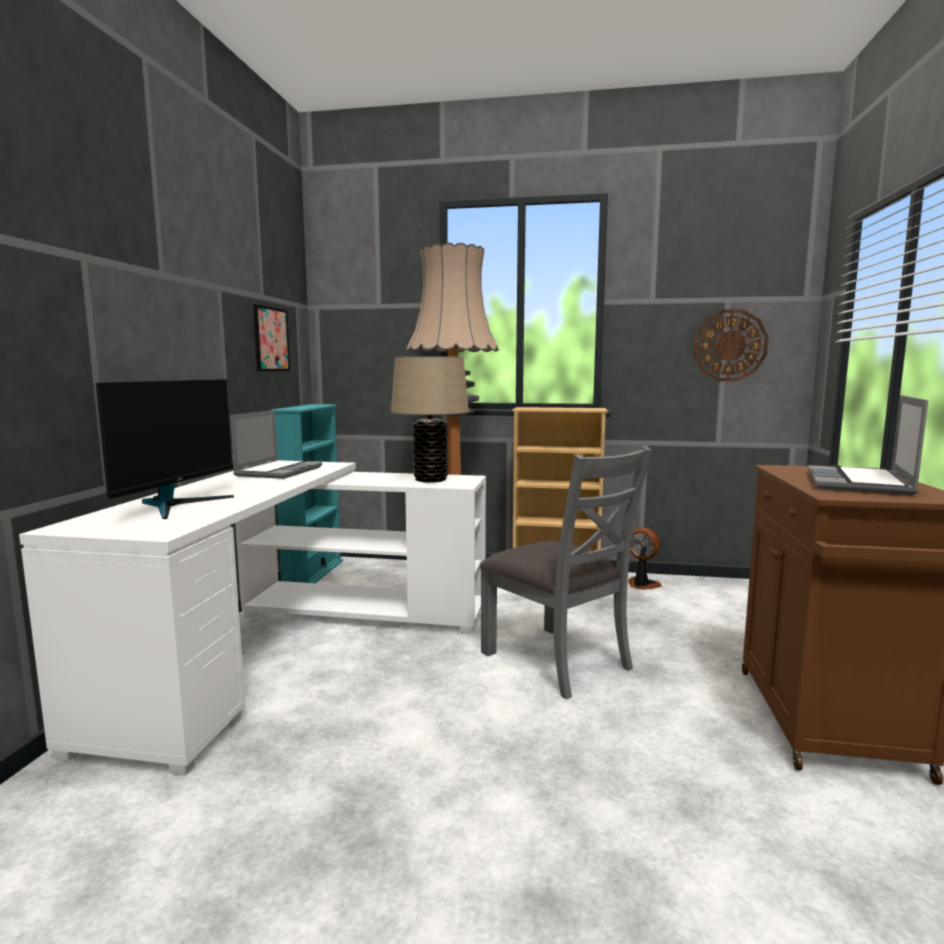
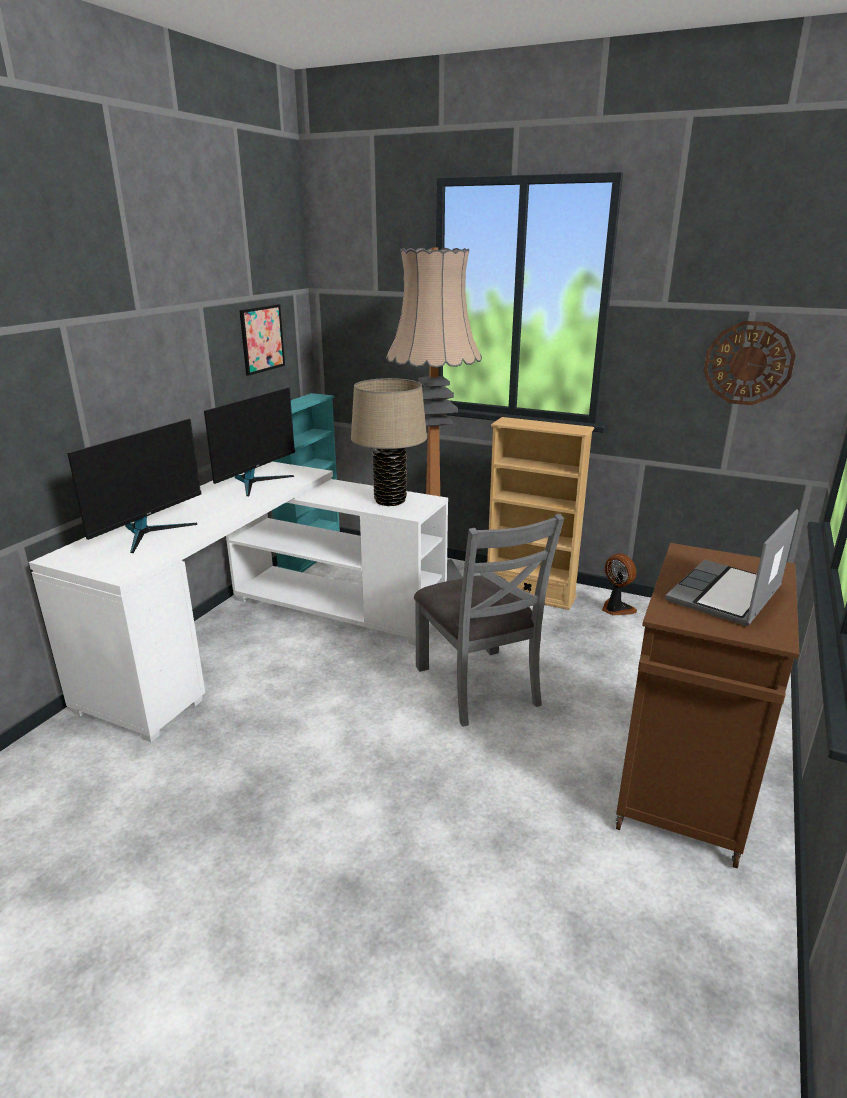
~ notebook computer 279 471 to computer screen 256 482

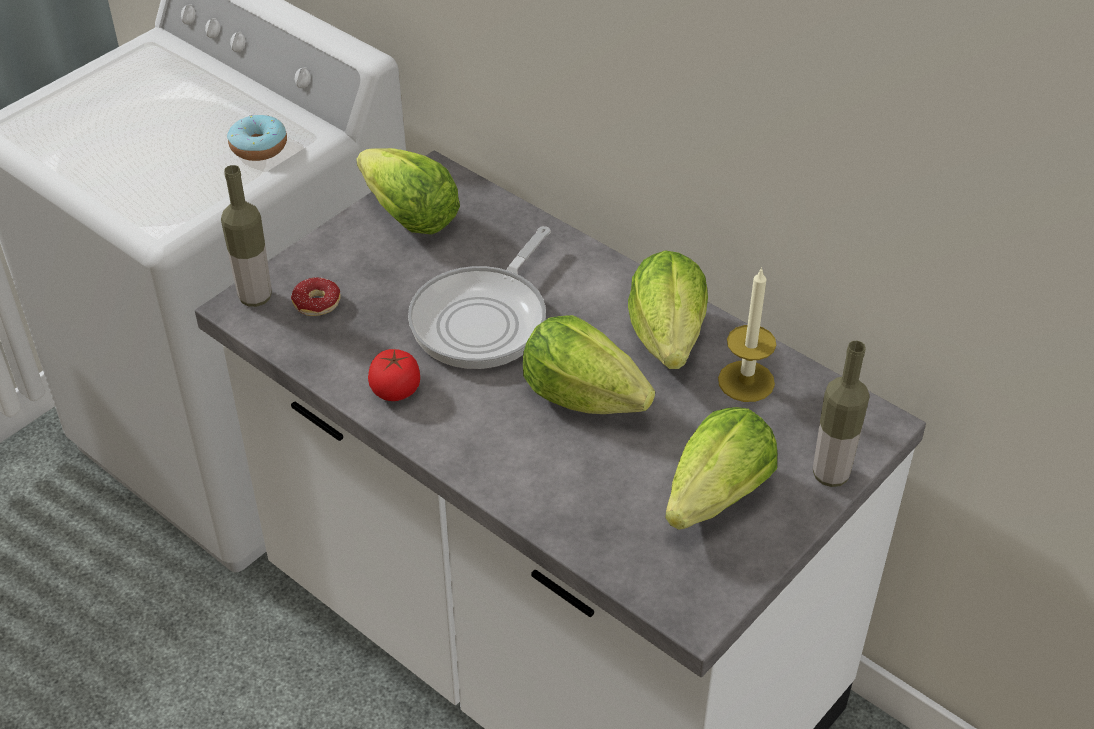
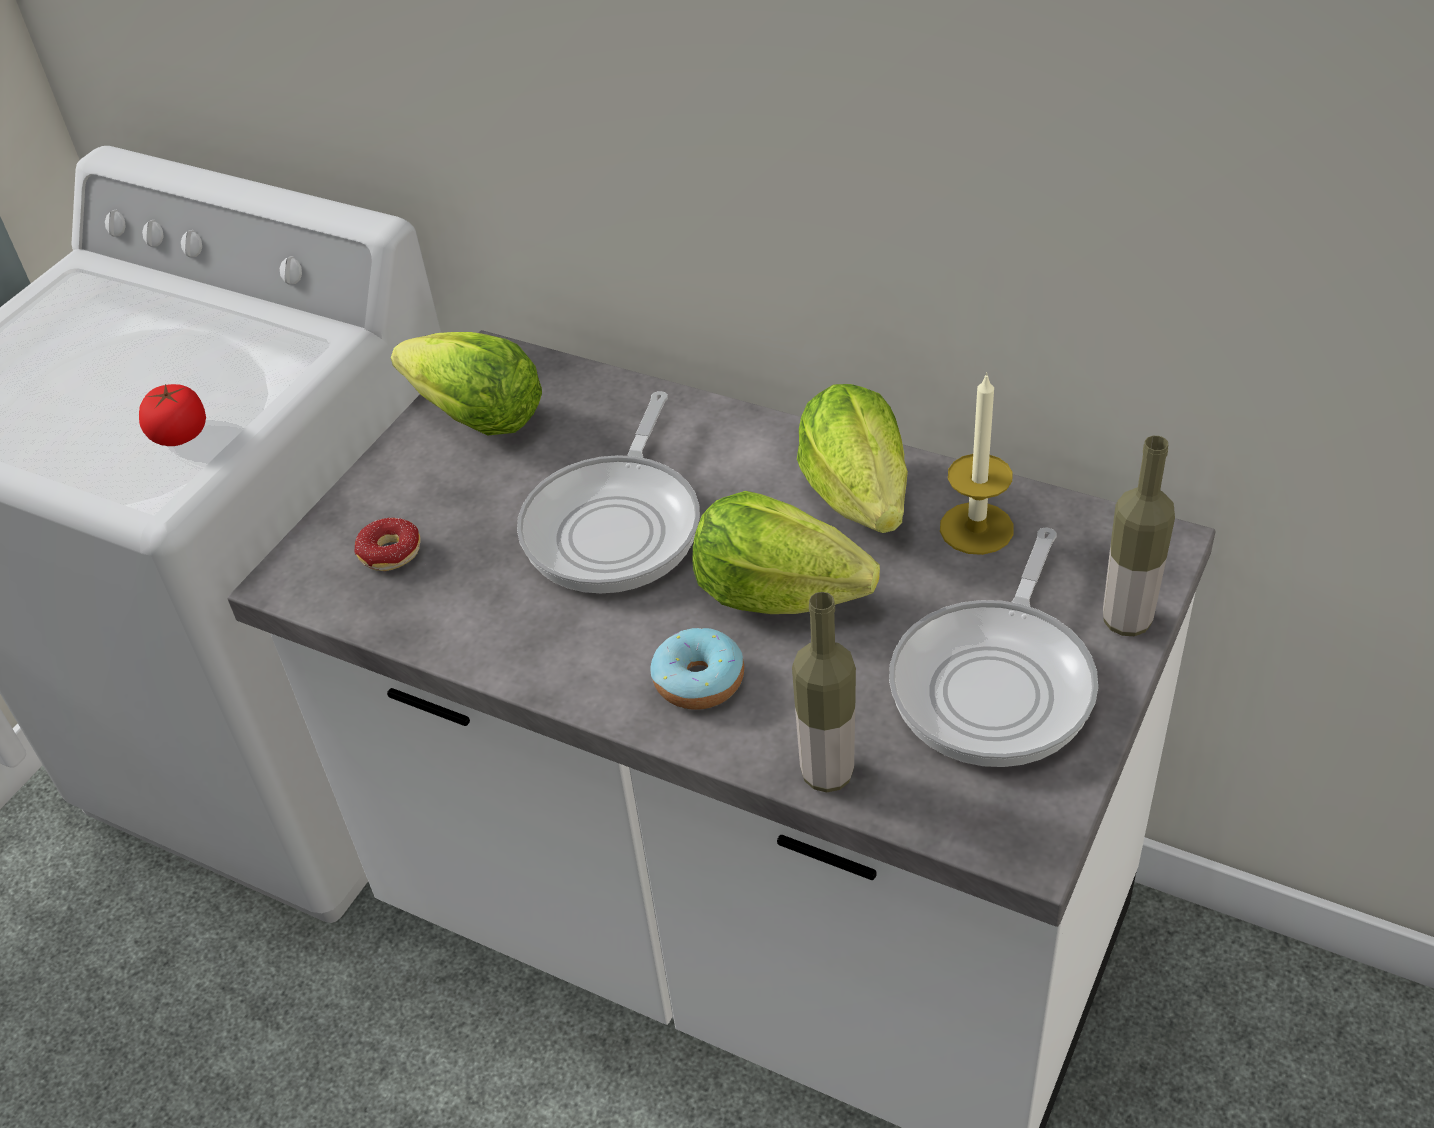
~ drink bottle 255 297 to 827 773
~ doughnut 258 147 to 699 681
~ fresh tomato 395 389 to 179 433
~ head of lettuce 717 496 to pan 997 682

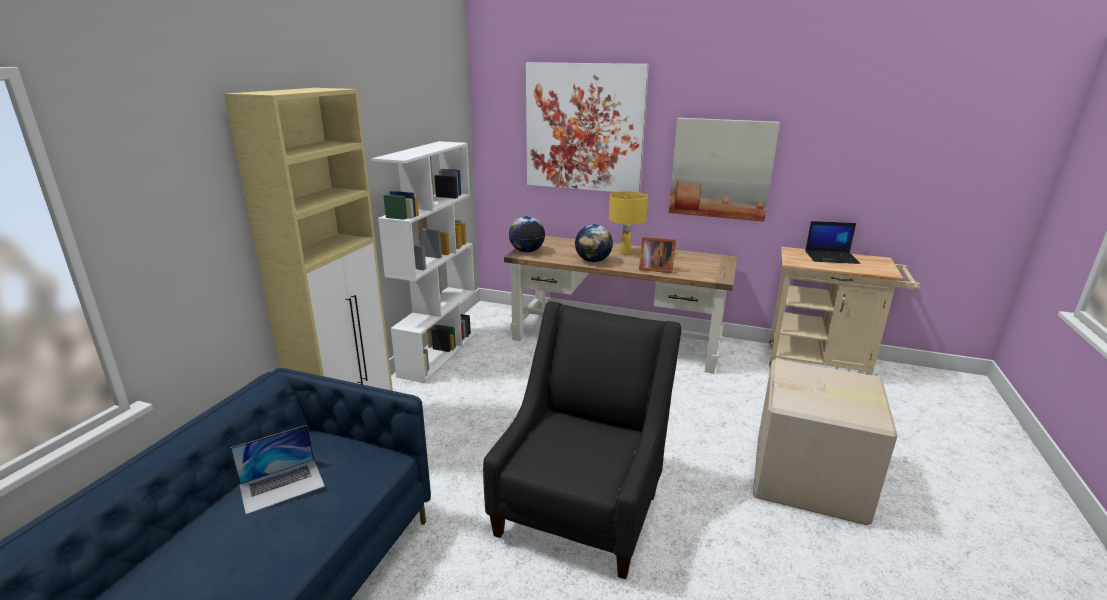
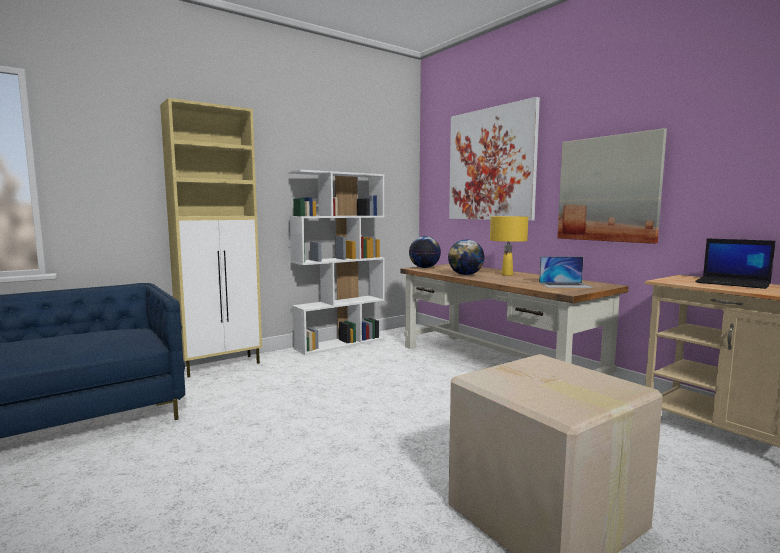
~ notebook computer 282 485 to 565 285
- black-coloured lounge chair 582 505
- picture frame 654 269

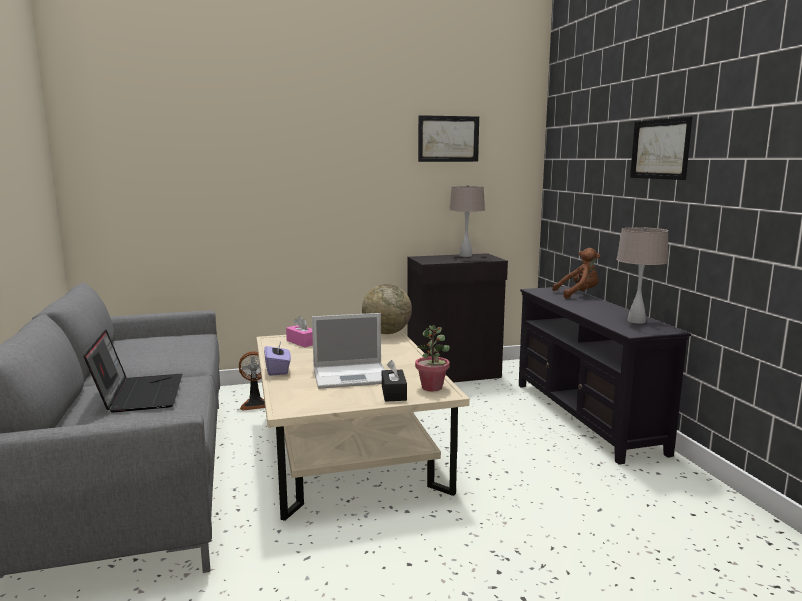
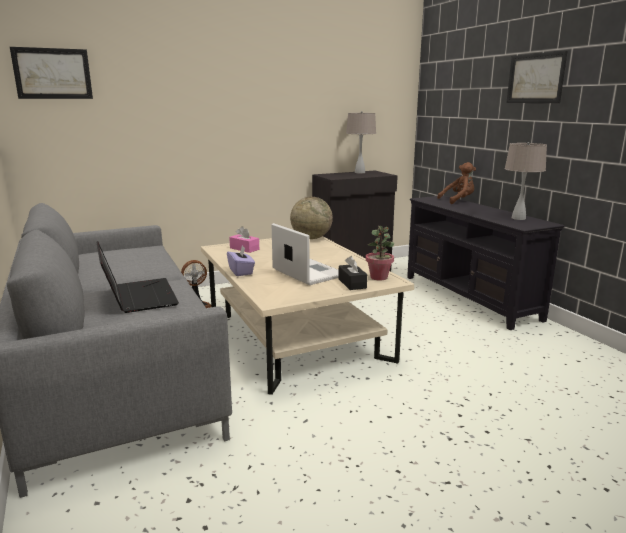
~ notebook computer 352 376 = 307 272 105 degrees counterclockwise
~ wall art 448 139 to 53 73

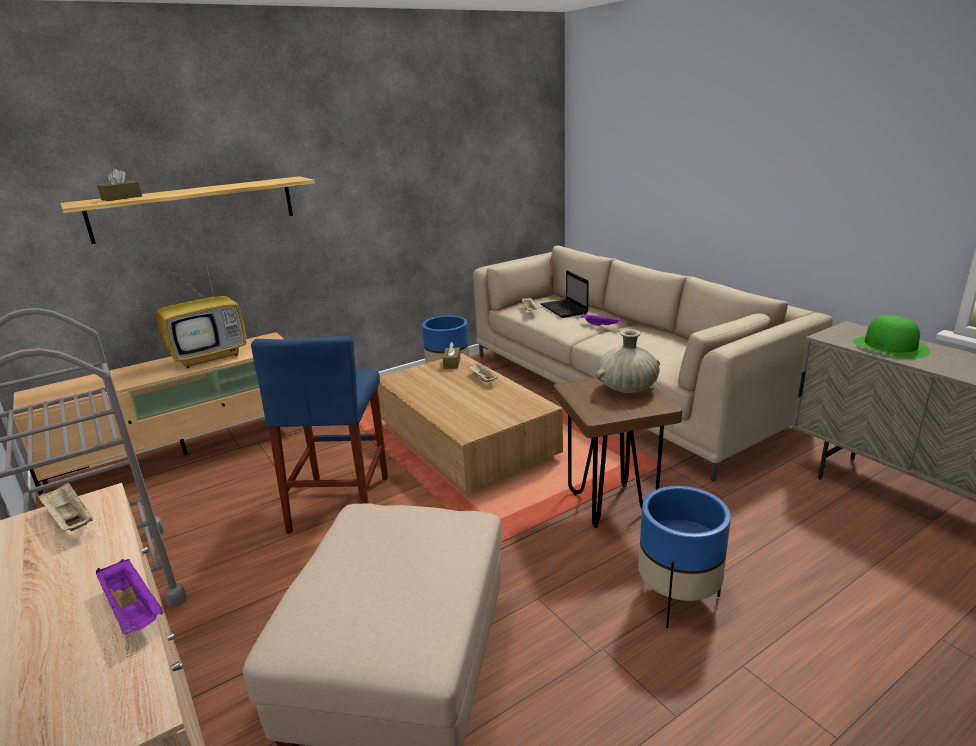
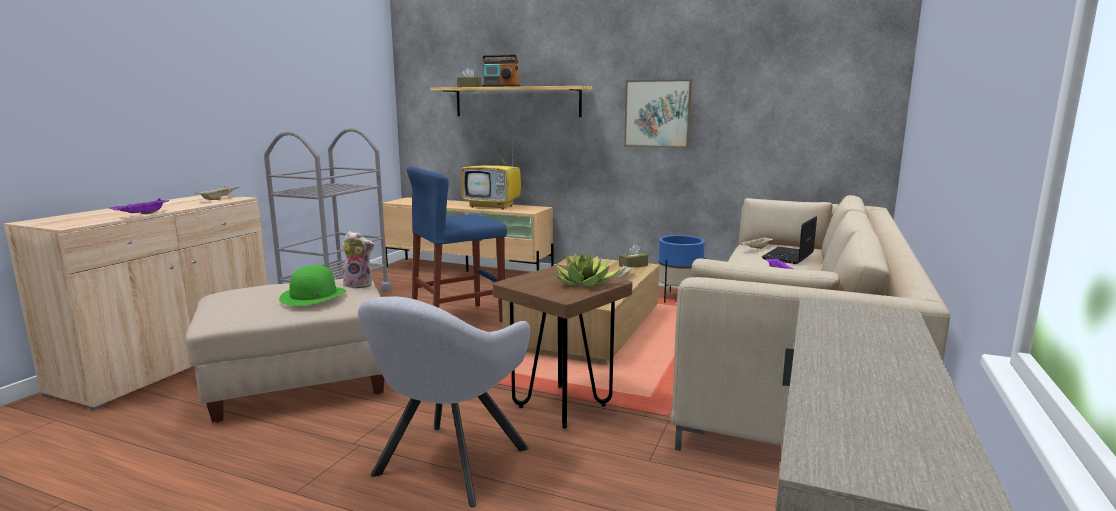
~ beige flower vase 627 388 to potted plant 585 283
~ bluish flower pot 677 598 to greyish lounge chair 446 466
~ greenish hat 890 346 to 313 296
+ plush toy 359 285
+ radio receiver 501 86
+ wall art 657 113

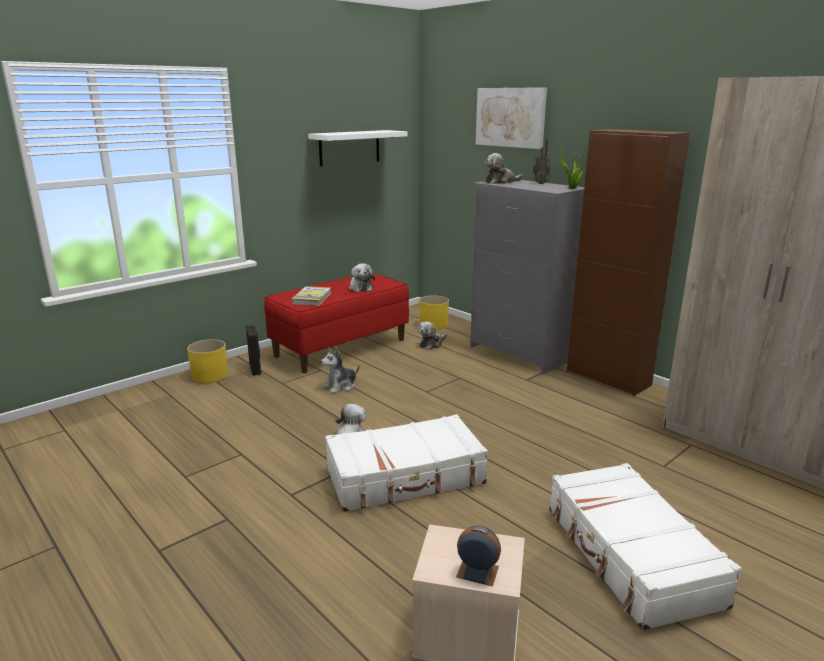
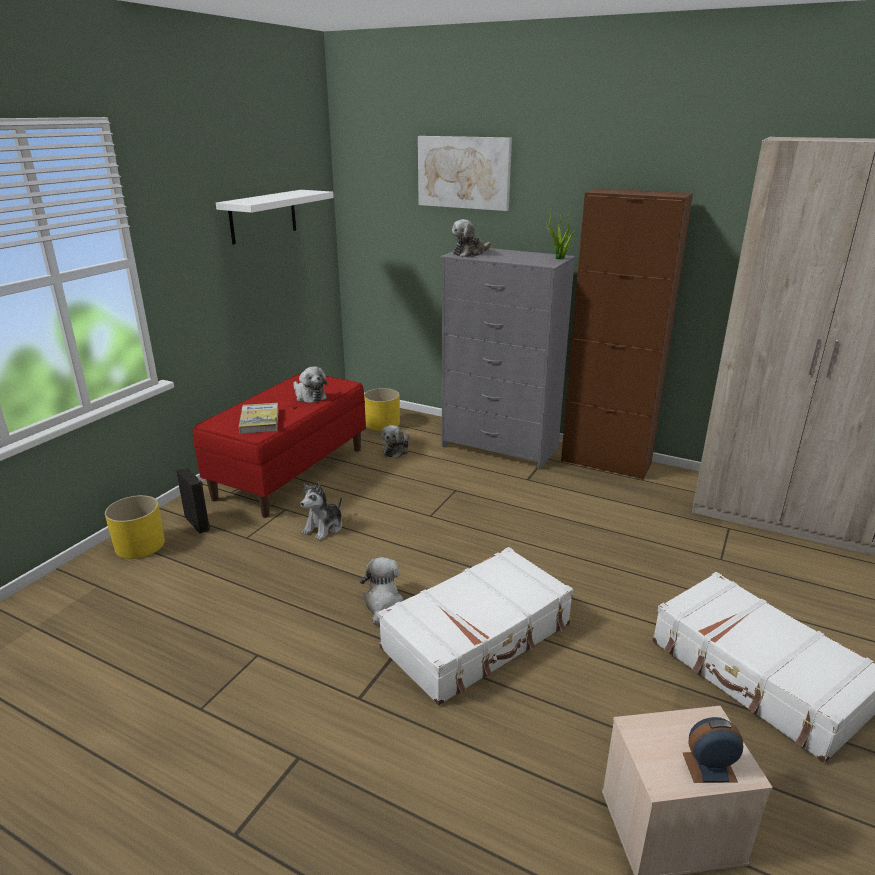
- radio receiver 541 183

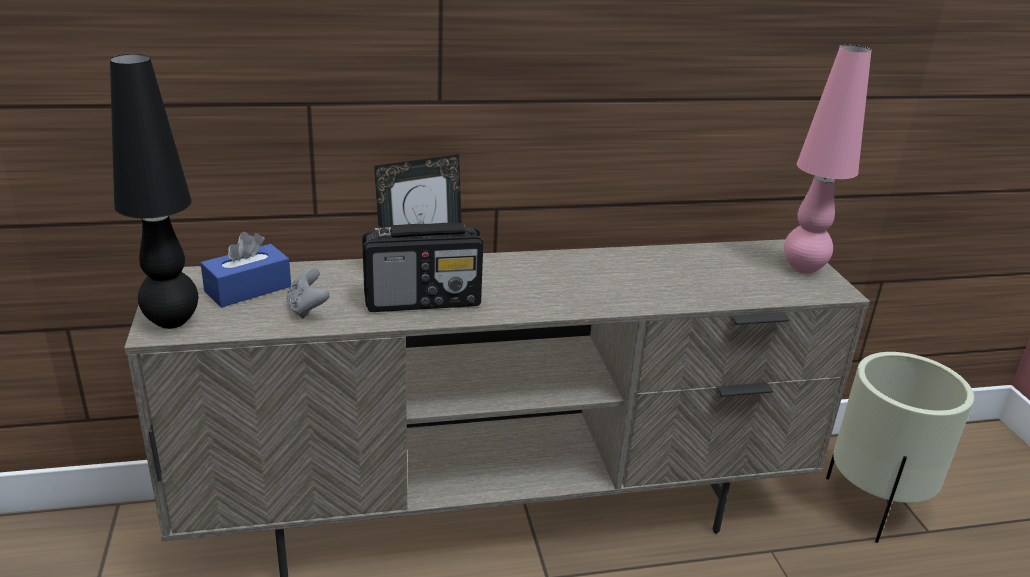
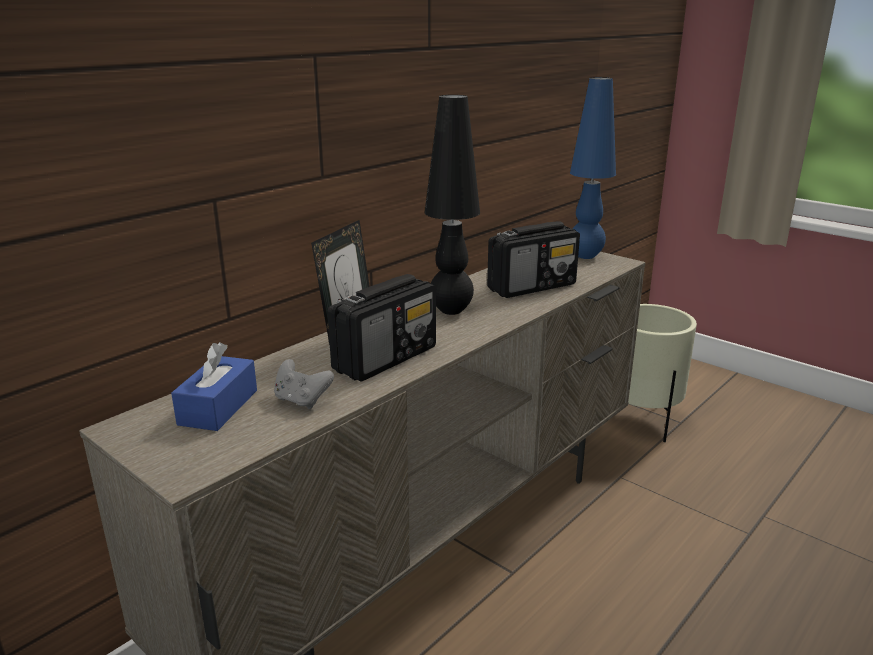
~ black-coloured lamp for a table 172 321 to 451 310
~ pink lamp for a table 803 269 to bluish lamp for a table 585 256
+ radio receiver 532 287

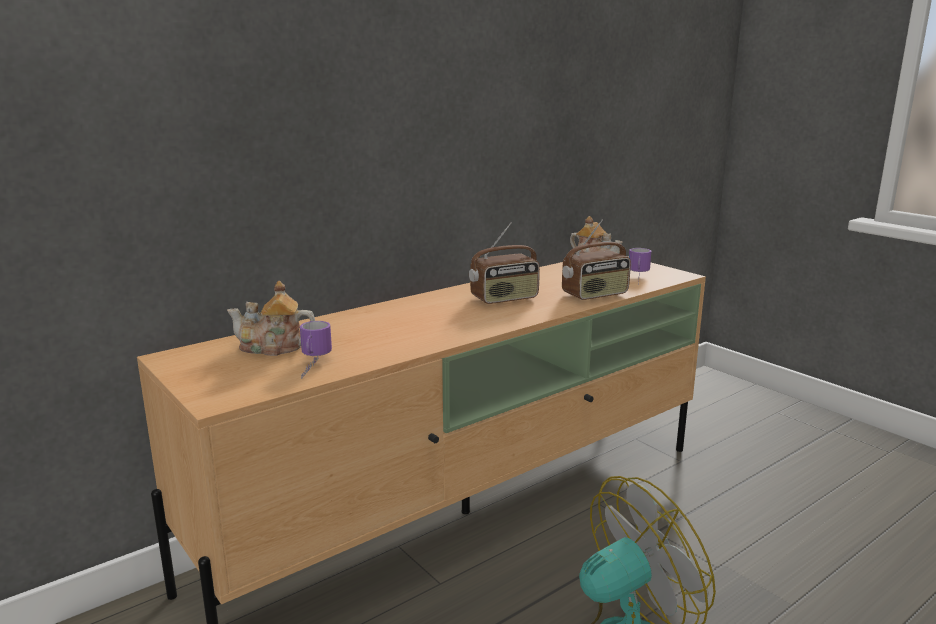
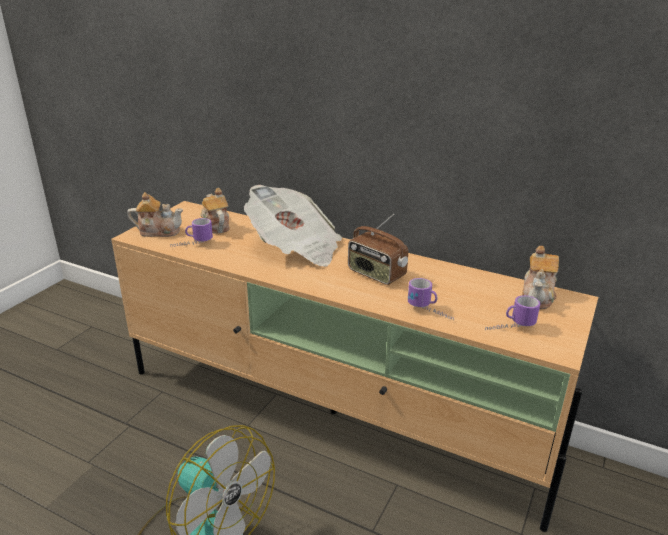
~ radio receiver 595 295 to mug 430 312
+ teapot 158 231
+ printed paper 295 248

